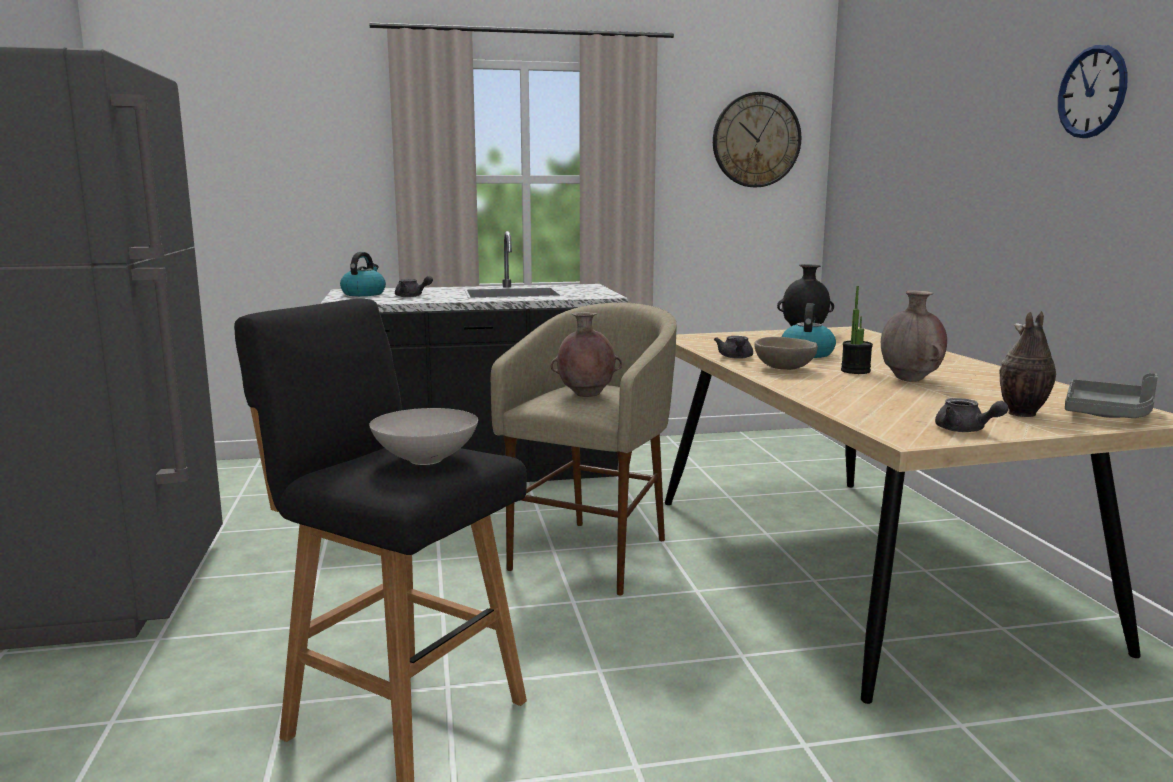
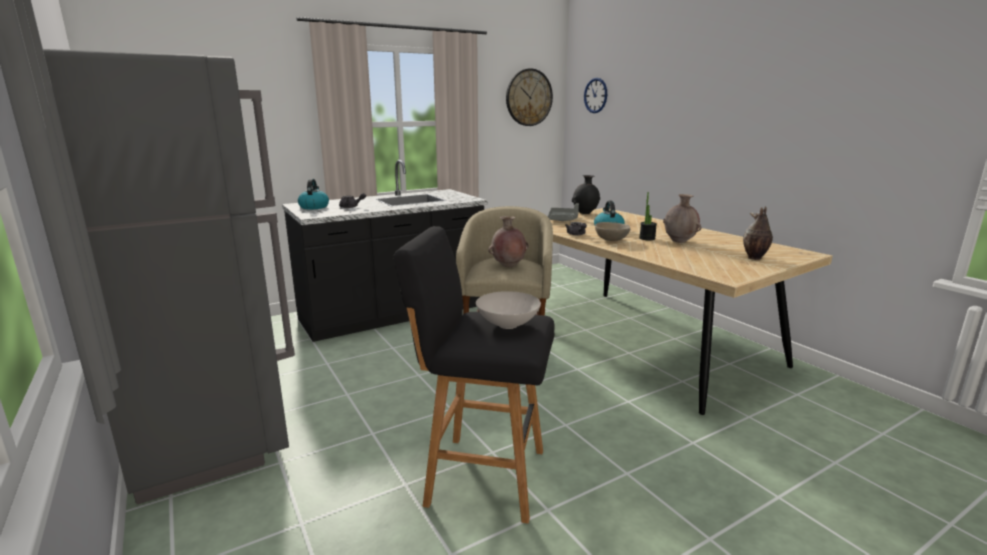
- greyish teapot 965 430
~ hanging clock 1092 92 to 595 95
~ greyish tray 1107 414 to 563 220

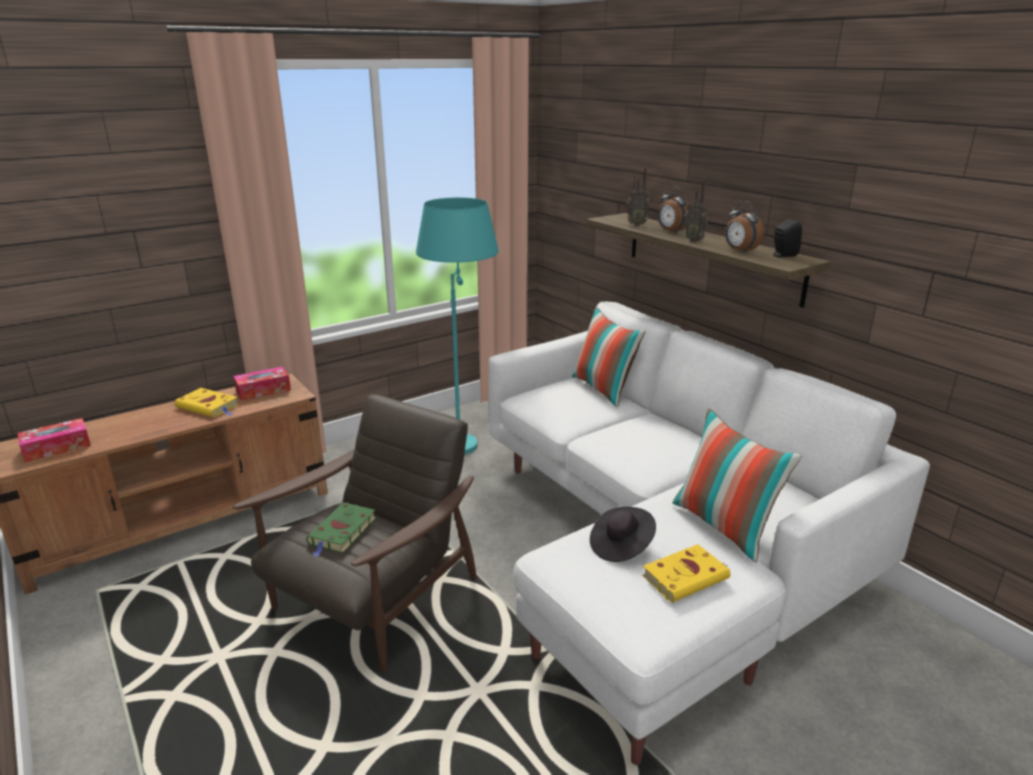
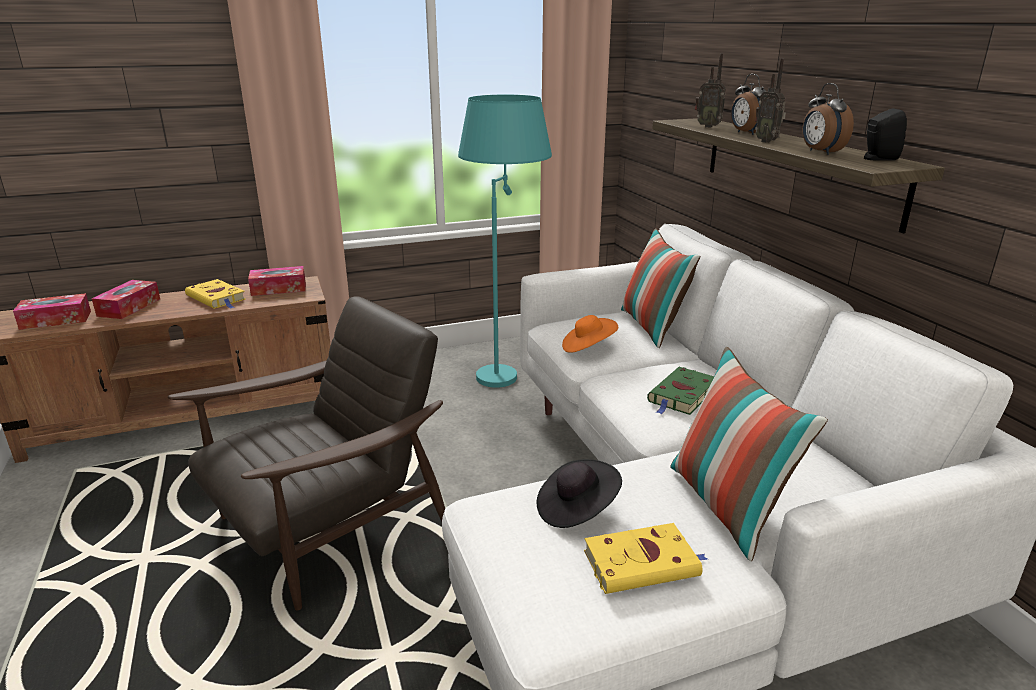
~ greenish book 342 532 to 682 396
+ box of tissues 129 307
+ orange hat 588 347

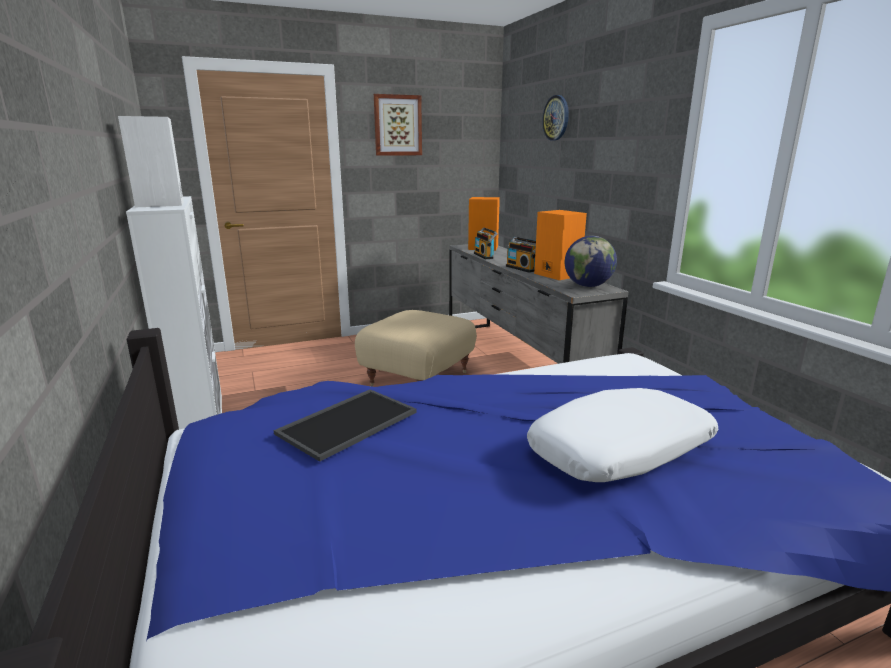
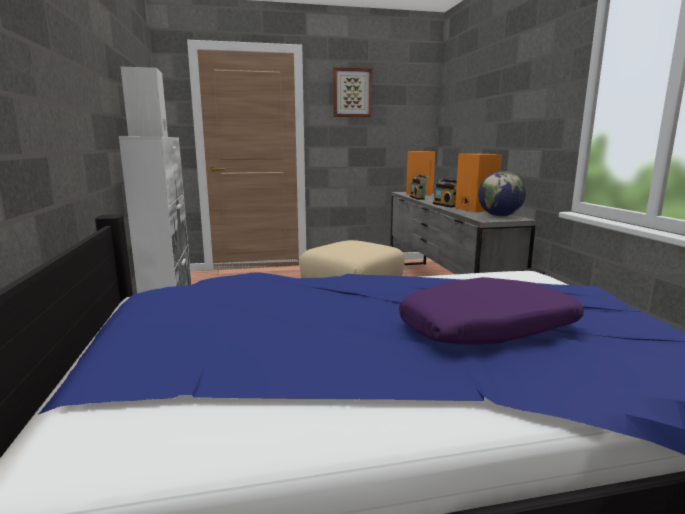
- tray 347 421
~ white pillow 621 451 to purple-coloured pillow 487 330
- hanging clock 556 118

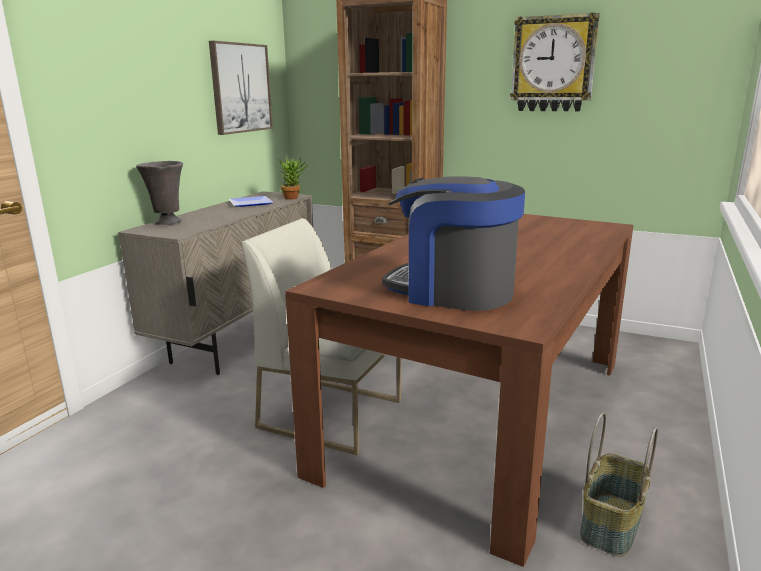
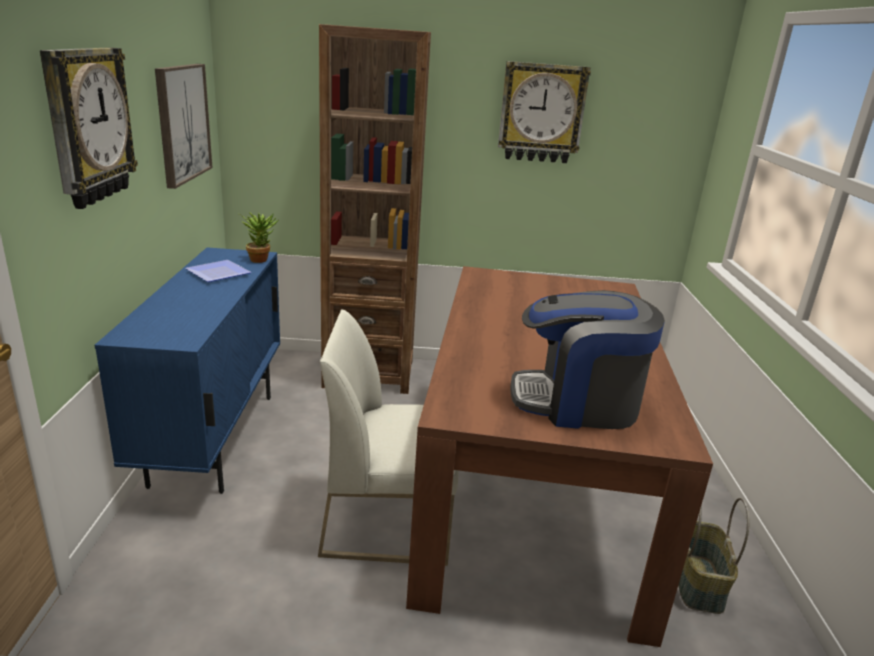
~ beige storage cabinet 240 340 to bluish storage cabinet 215 438
- greyish flower vase 167 222
+ hanging clock 87 126

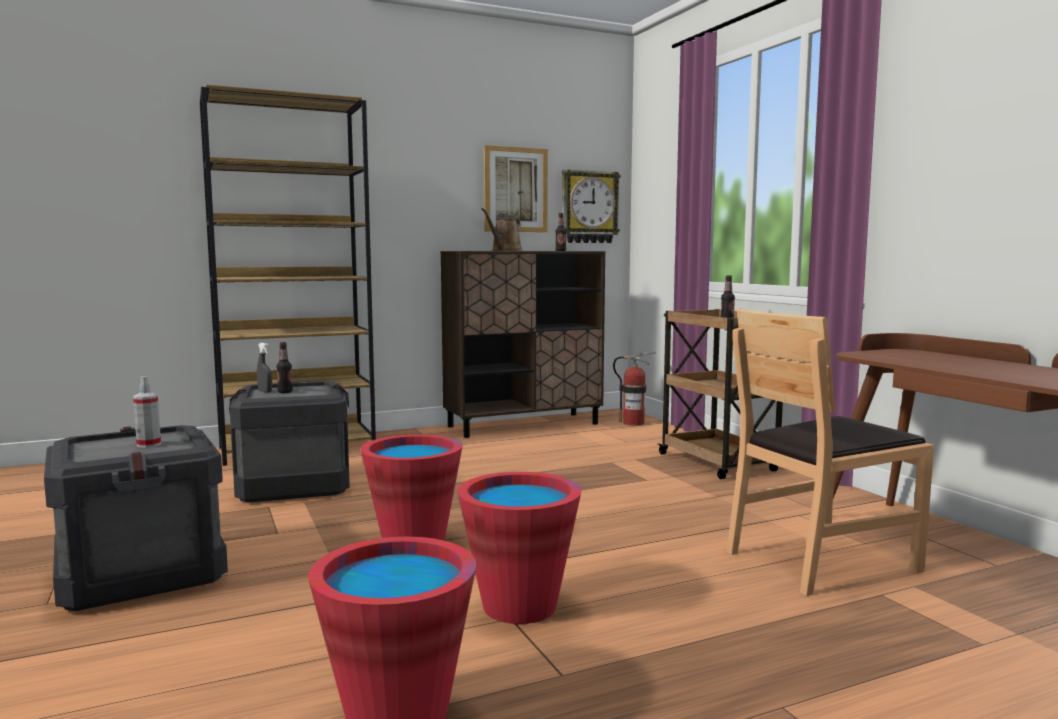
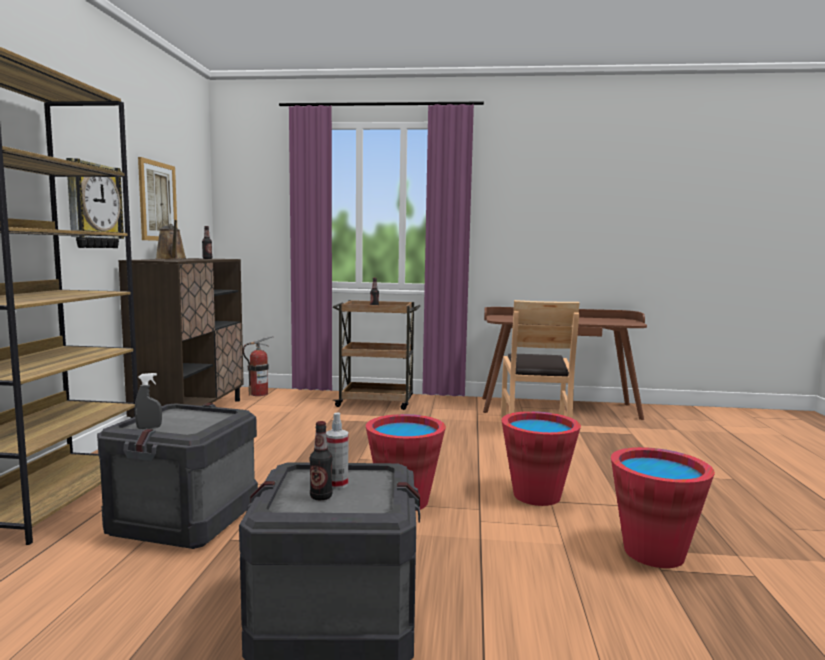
~ drink bottle 285 392 to 321 497
~ hanging clock 589 207 to 93 206

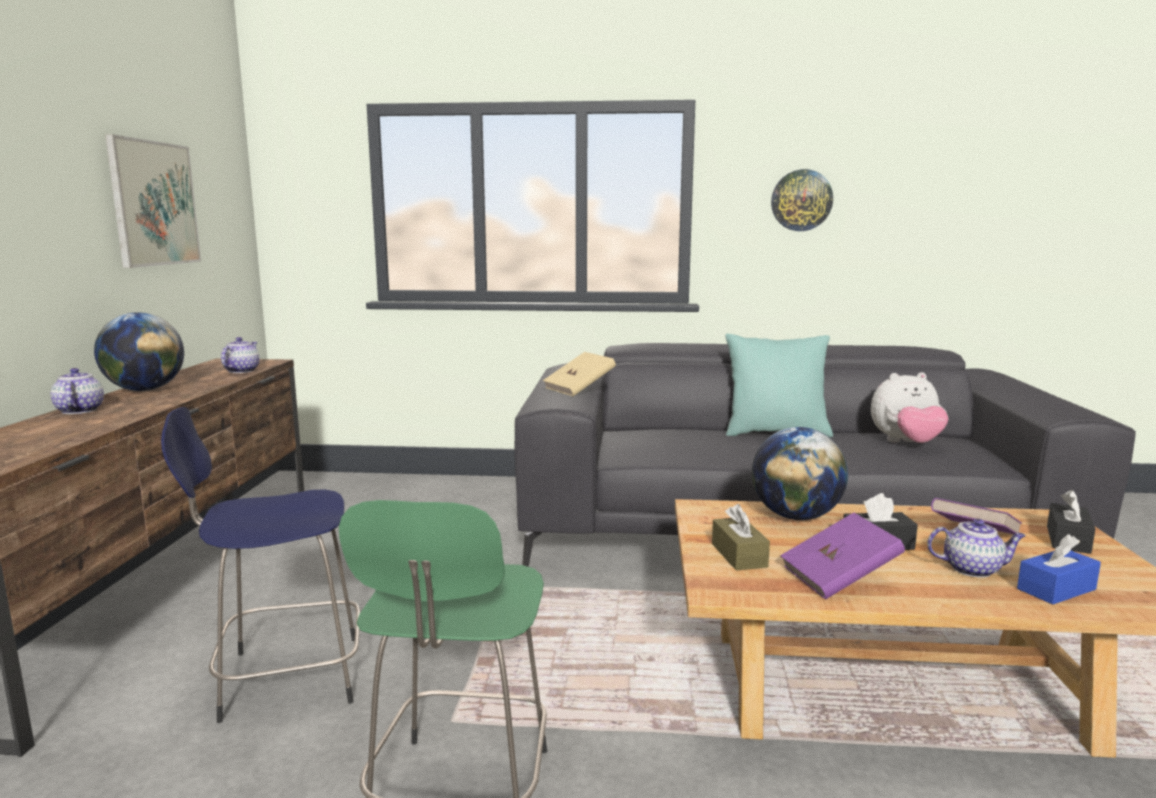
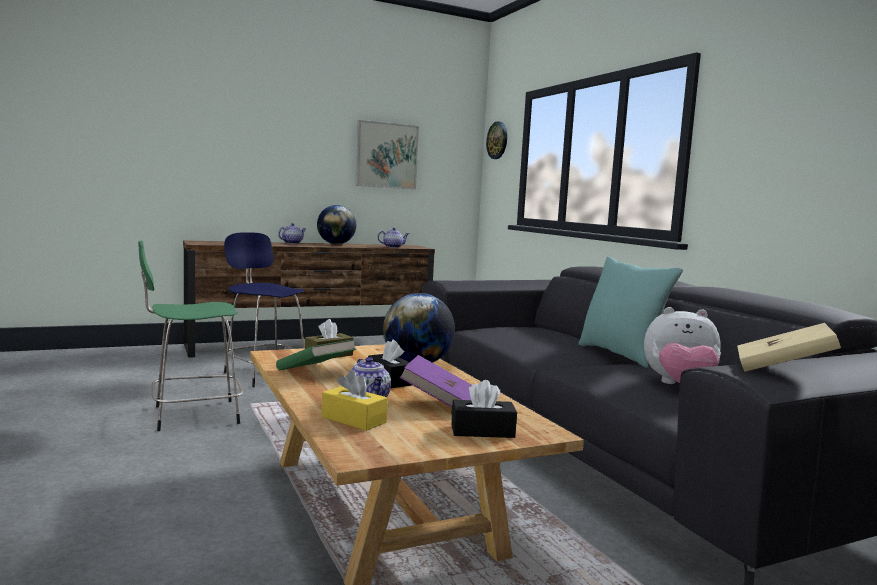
~ beige book 579 389 to 782 370
~ hanging clock 801 200 to 497 140
~ purple-coloured book 839 578 to greenish book 315 372
~ plush toy 906 443 = 679 386 45 degrees counterclockwise
~ bluish box of tissues 1056 589 to yellow-coloured box of tissues 353 419

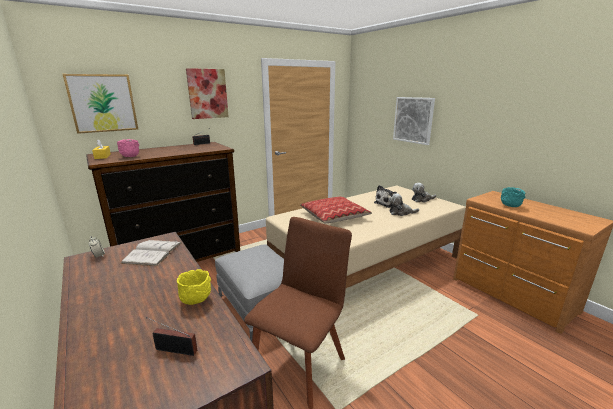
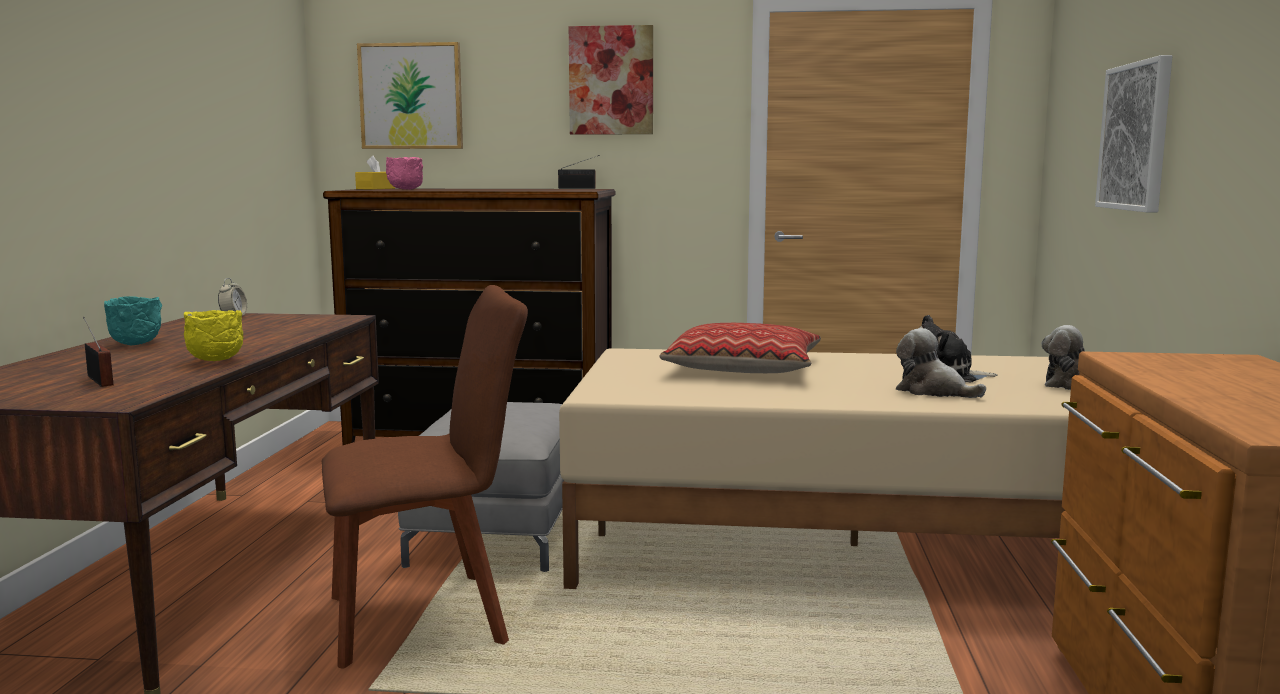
- white book 153 252
~ turquoise serving bowl 510 206 to 137 344

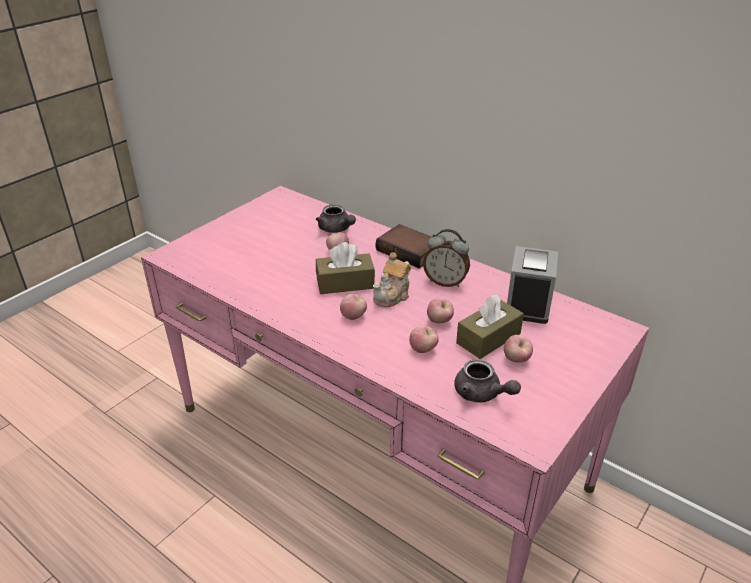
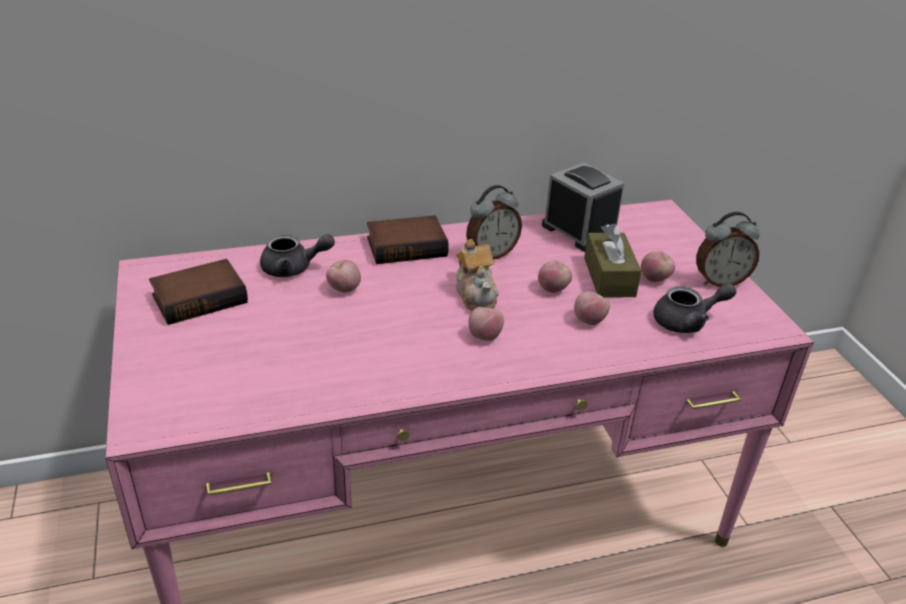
- brown box of tissues 345 283
+ book 200 297
+ bedside clock 719 281

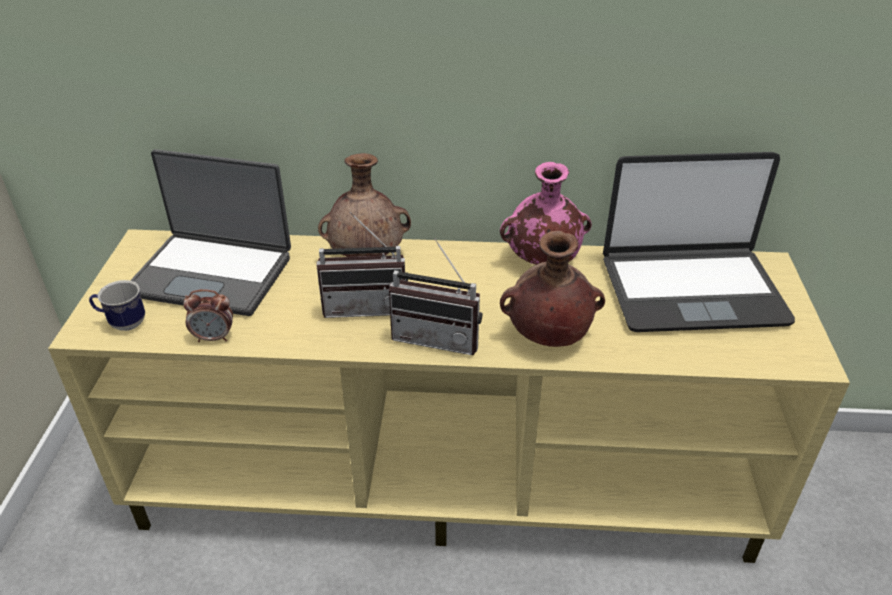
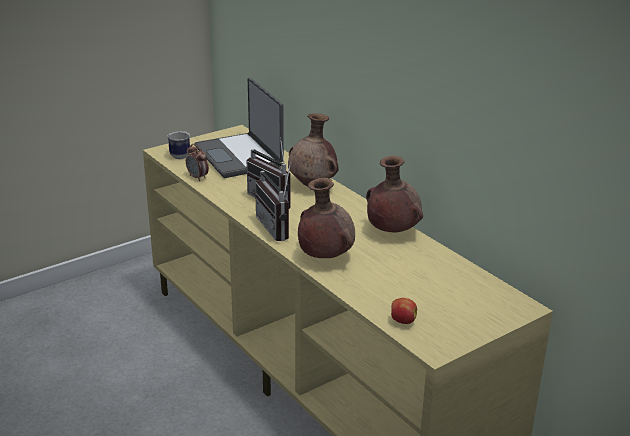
~ pink flower vase 541 261 to brown flower vase 392 231
- notebook computer 691 290
+ apple 402 321

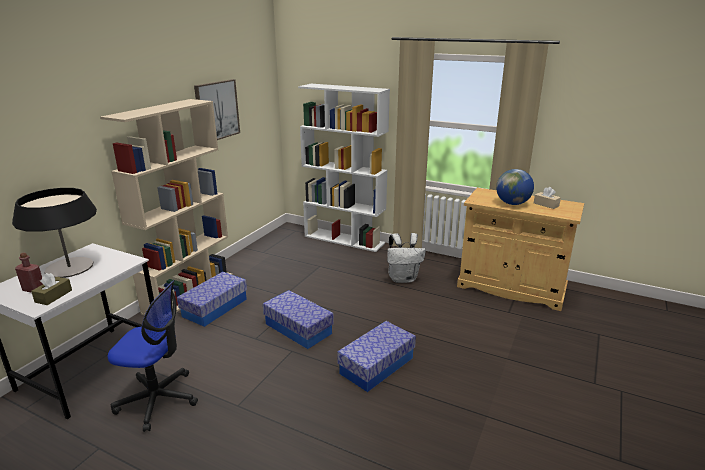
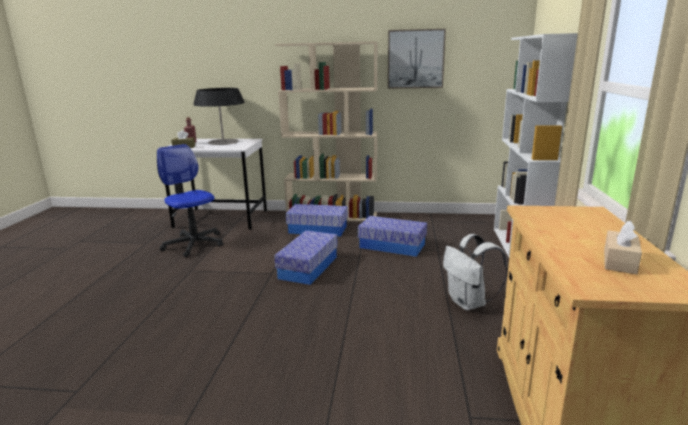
~ desk chair 158 399 = 194 244 150 degrees clockwise
~ storage container 376 366 to 392 246
- world globe 512 203

